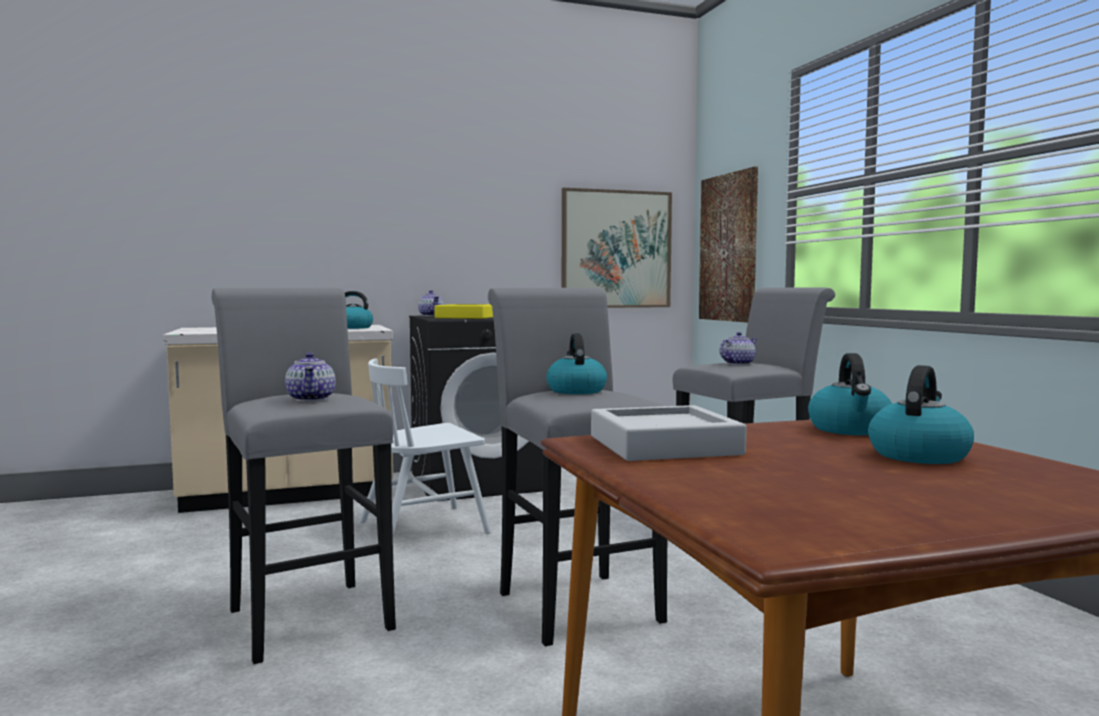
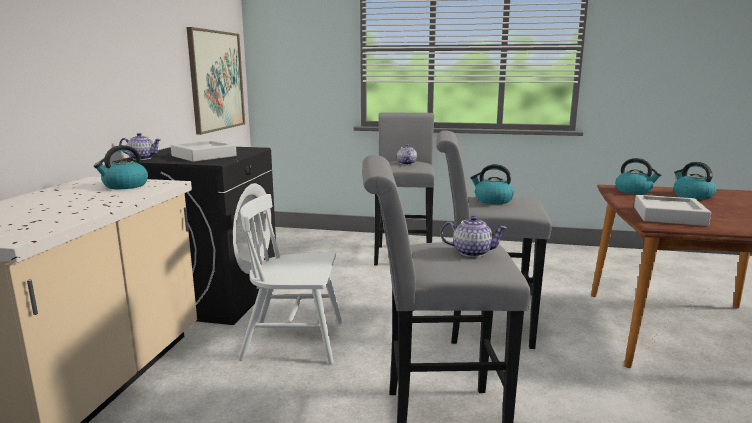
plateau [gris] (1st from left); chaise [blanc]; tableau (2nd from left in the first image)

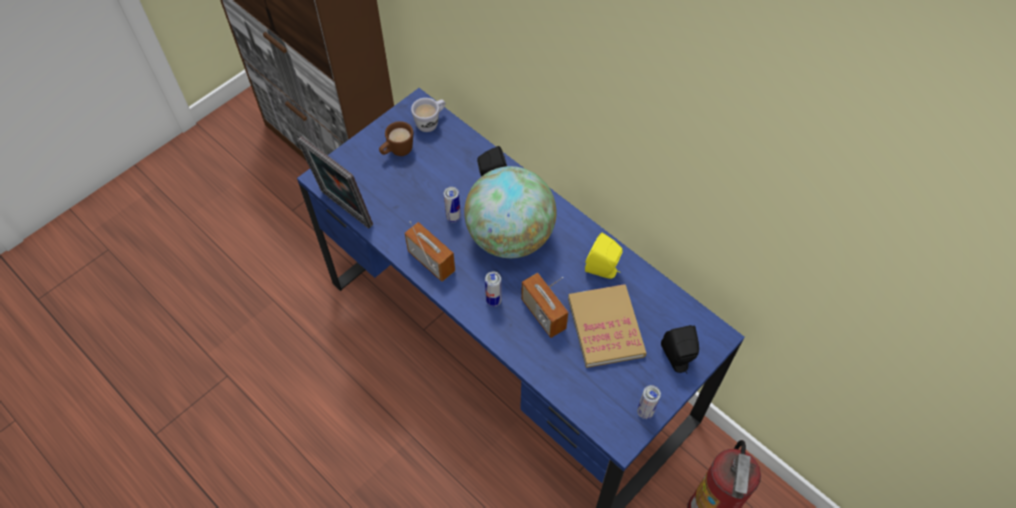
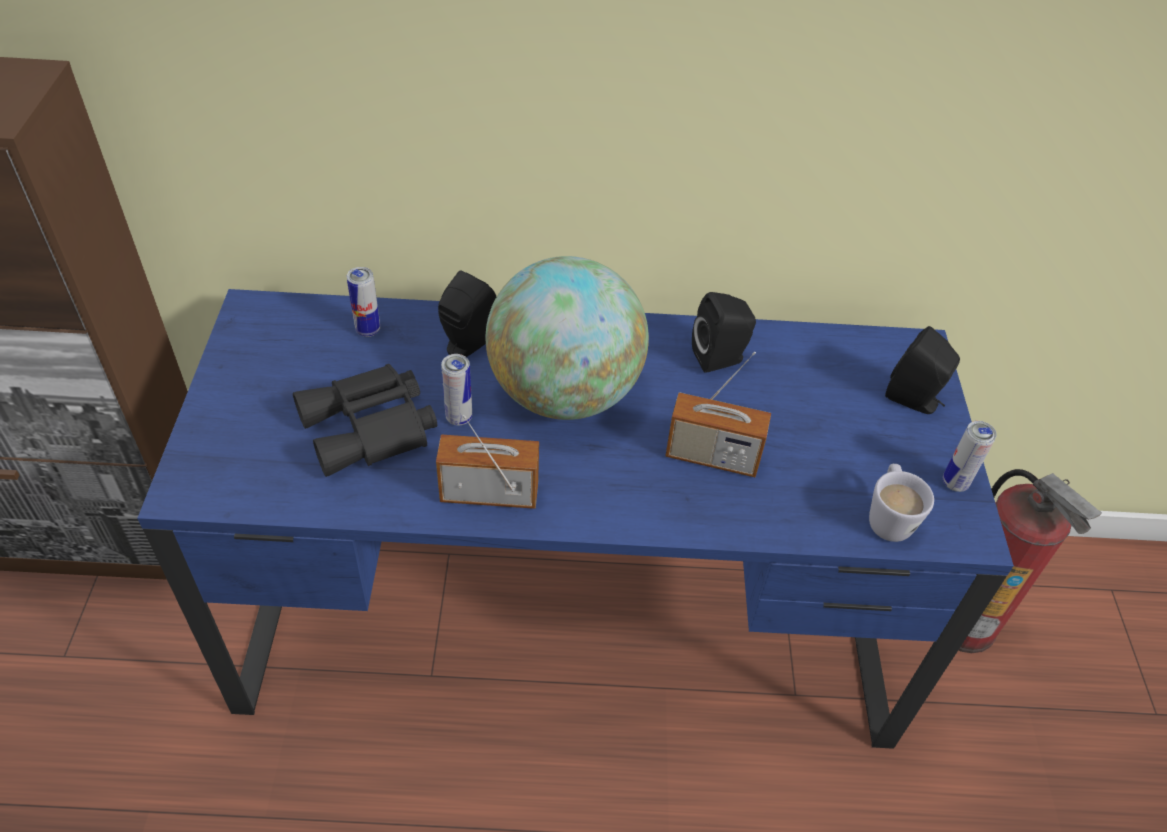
jumelles [noir]; boîte métallique (1st from left); enceinte [noir] (2nd from left); mug [blanc]; cadre photo; mug [marron]; livre

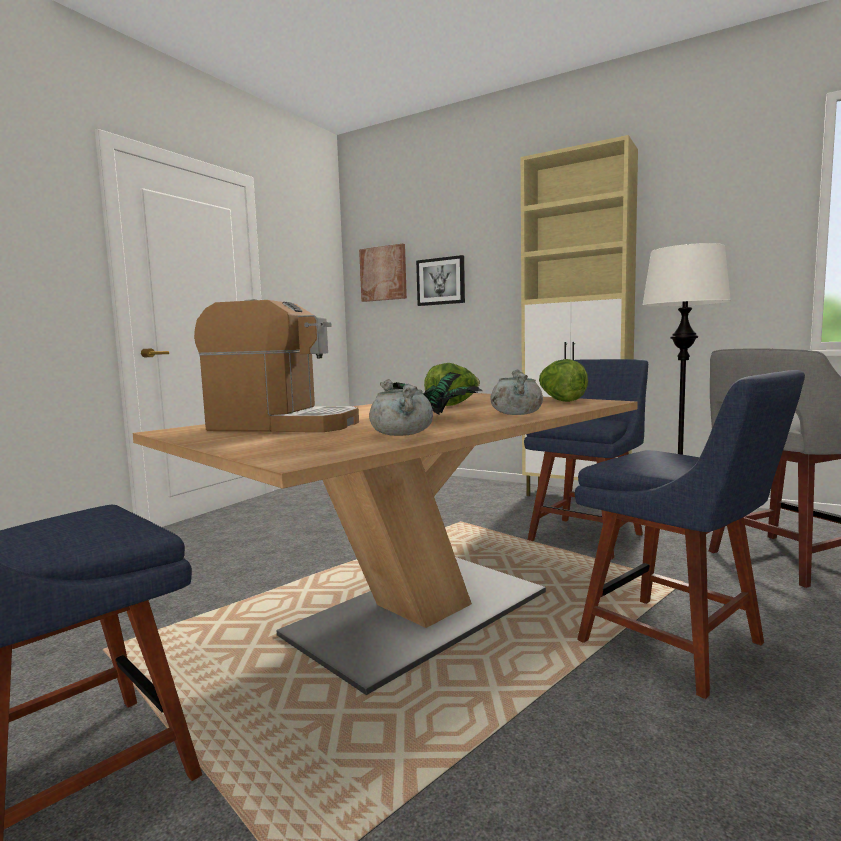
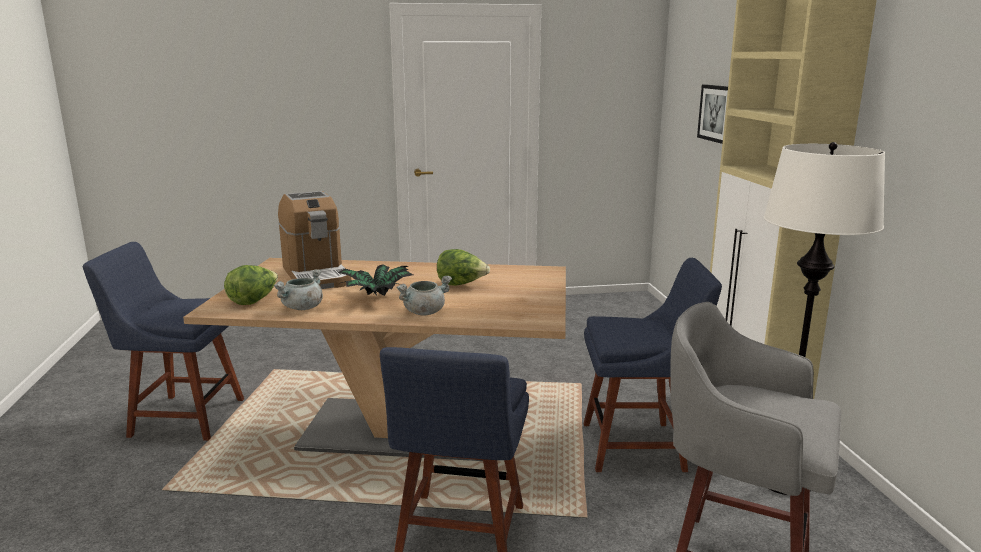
laitue (1st from left); tableau (1st from left in the first image)

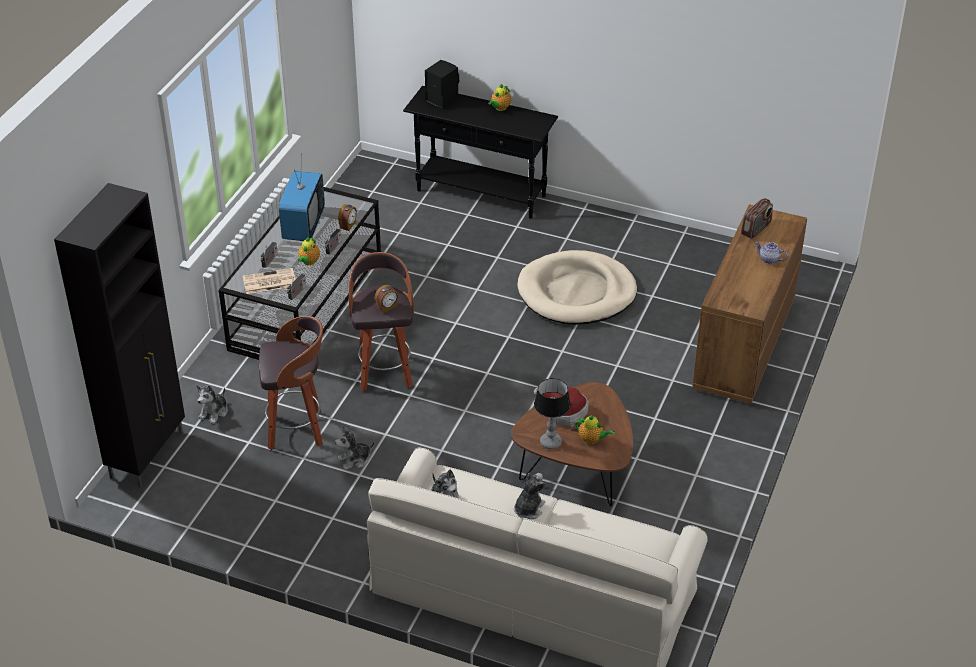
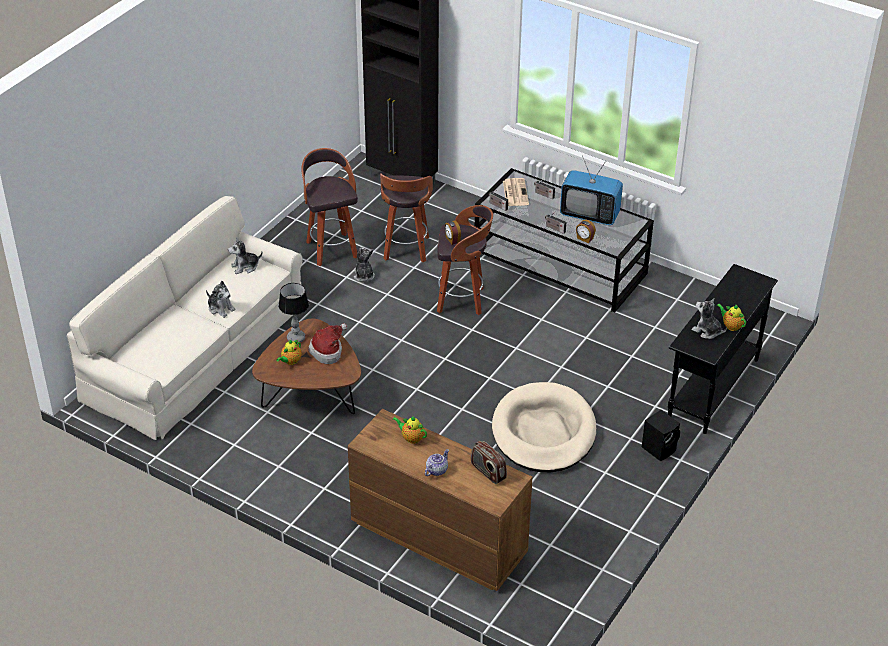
tabouret (1st from left); théière (2nd from left); enceinte [noir]; peluche (4th from left)

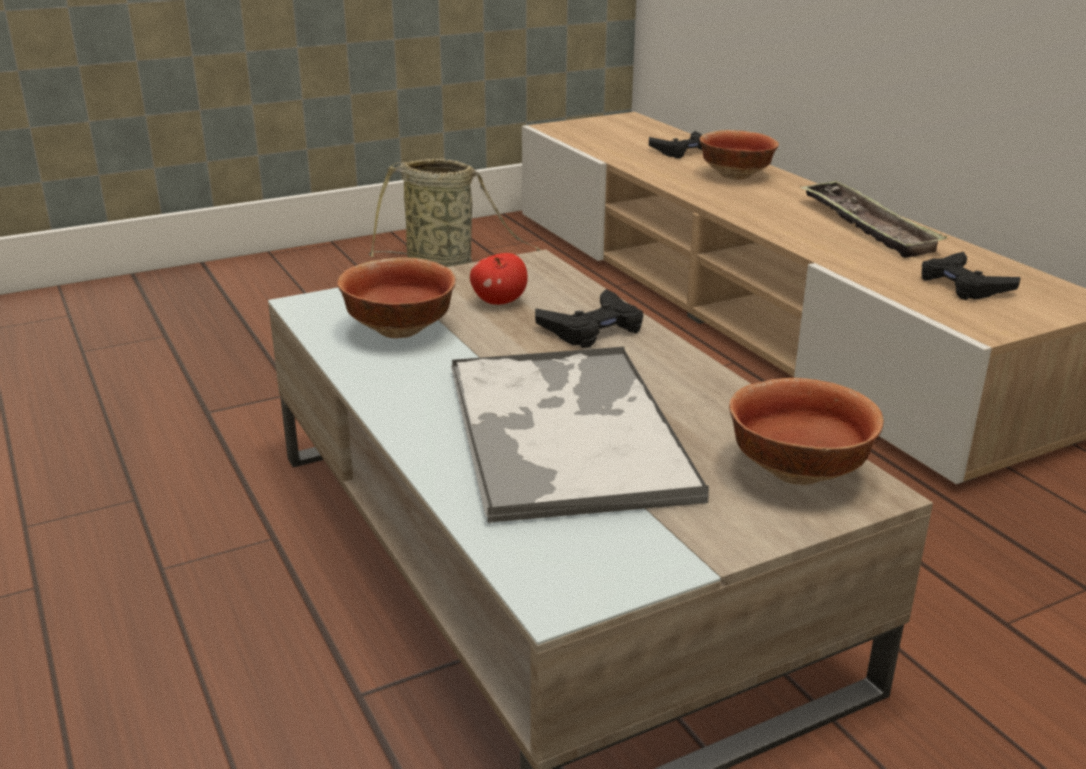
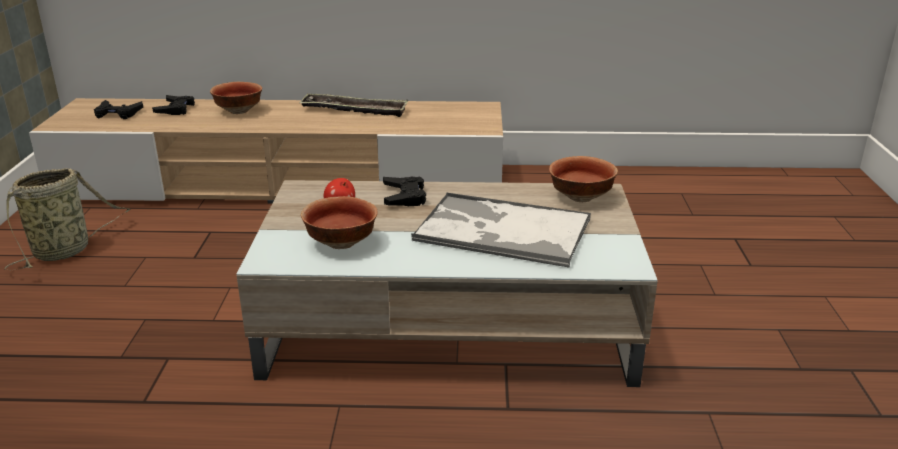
manette [noir] (1st from left)

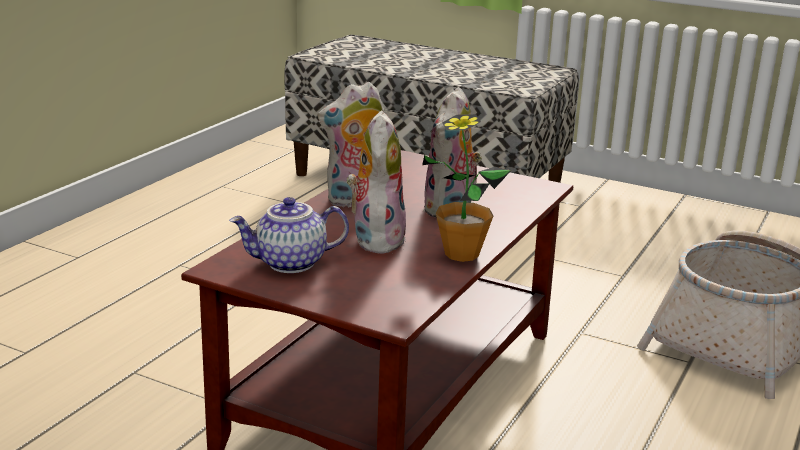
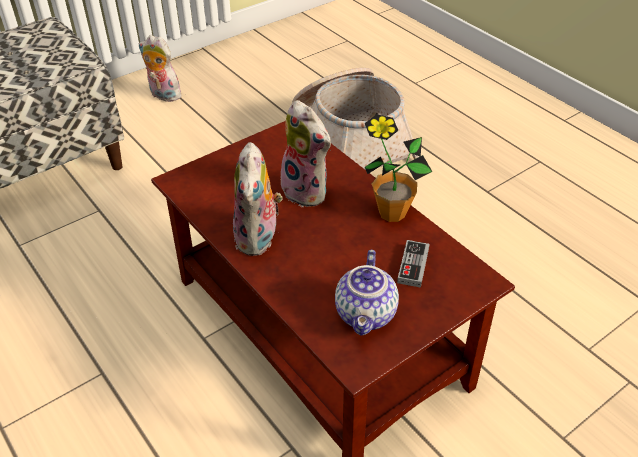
peluche (1st from left); manette

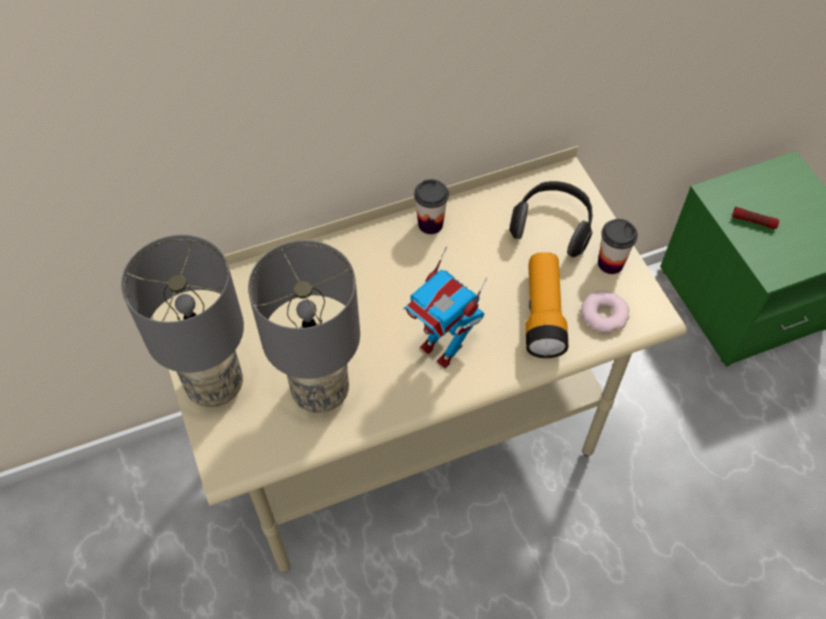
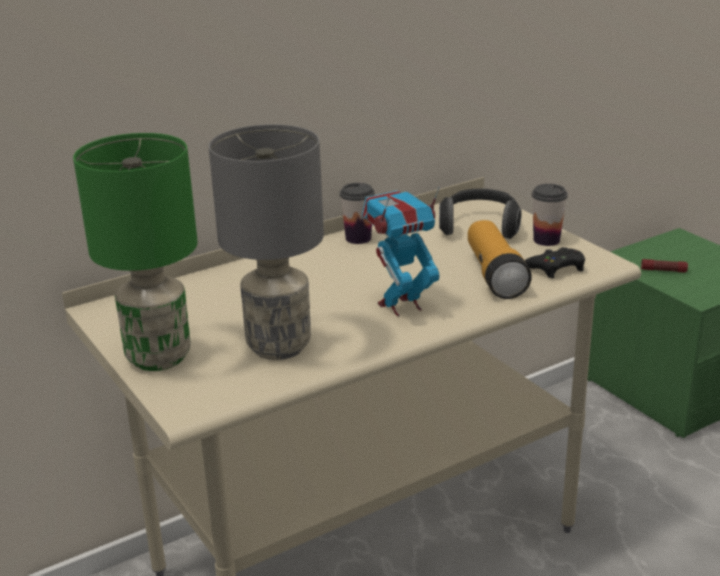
lampe de table [vert]; robot jouet; manette [noir]

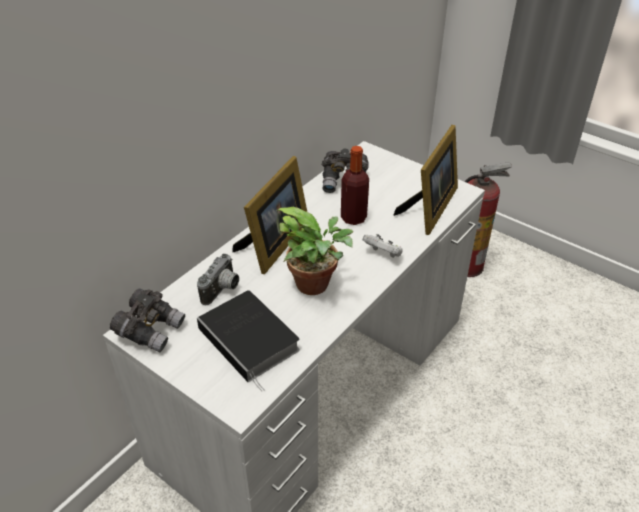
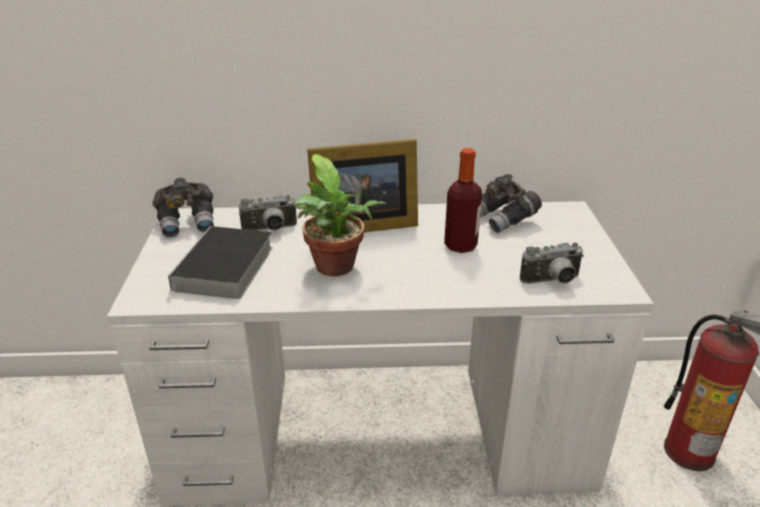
appareil photo (2nd from left); manette [blanc]

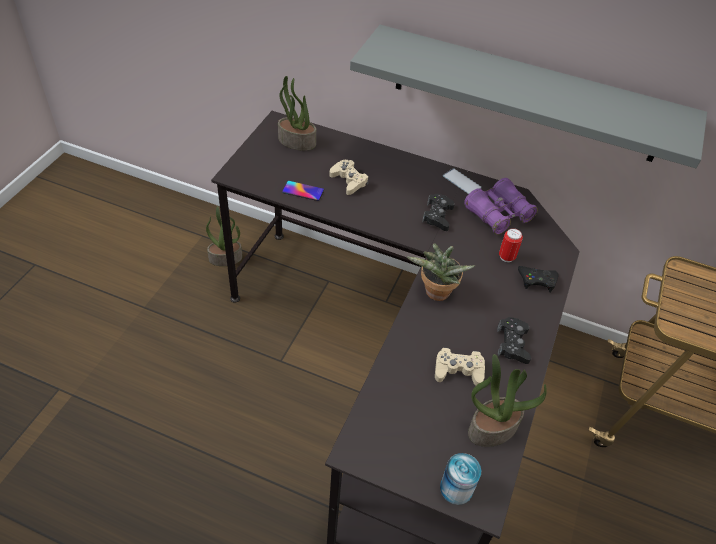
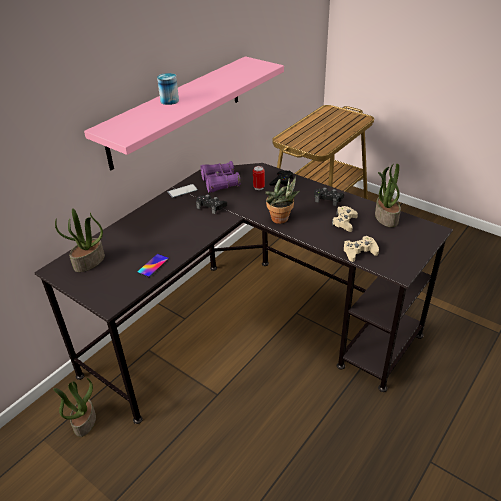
étagère [rose]; boîte métallique (1st from left); manette [beige] (2nd from left)

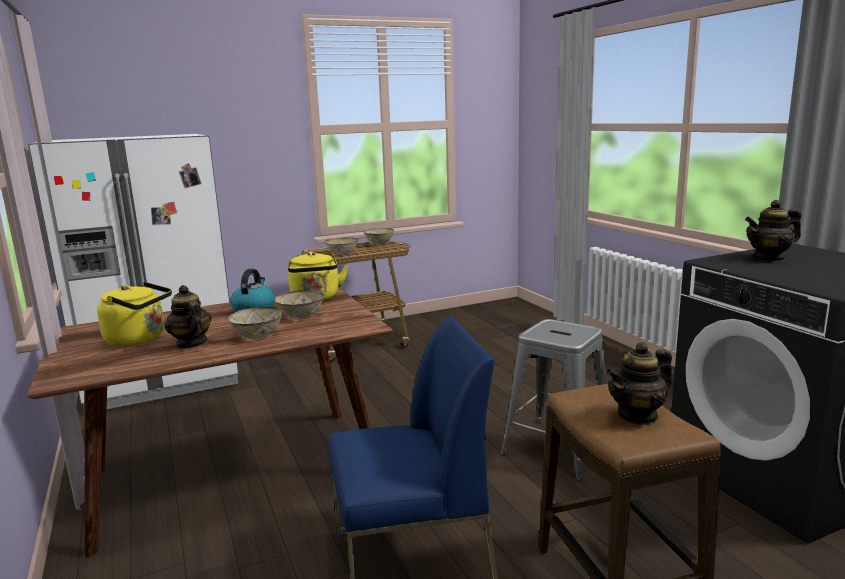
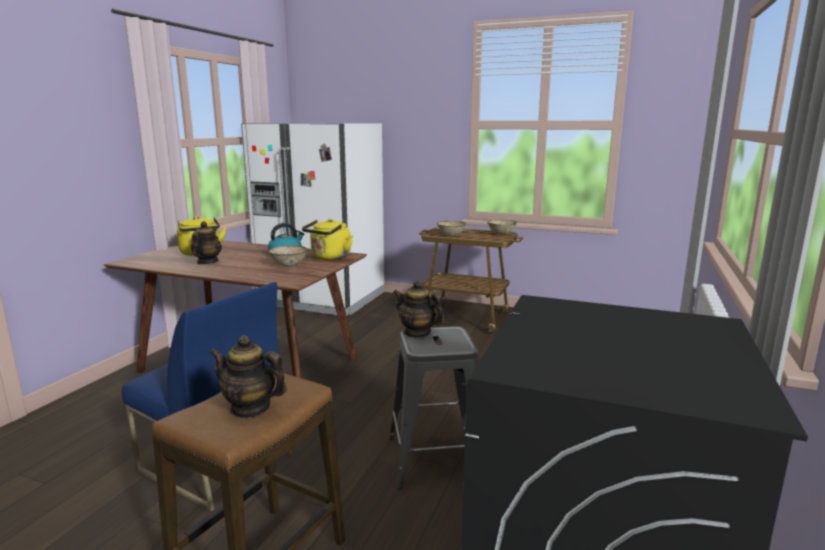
théière (3rd from left); bol (1st from left in the first image)

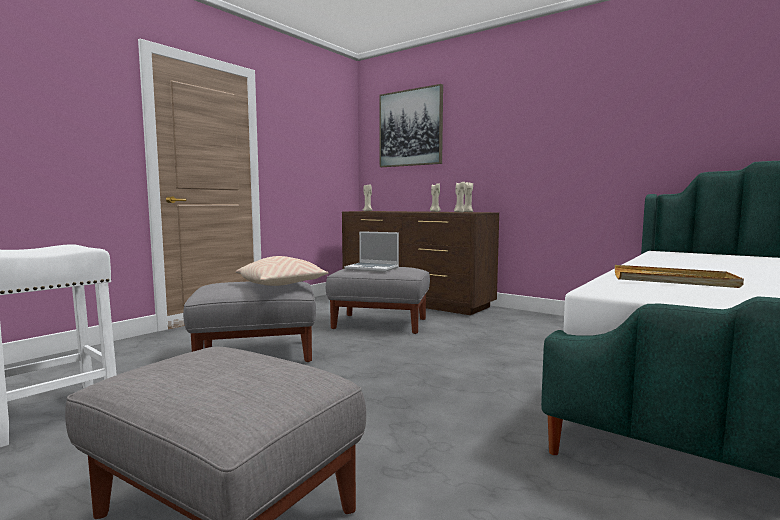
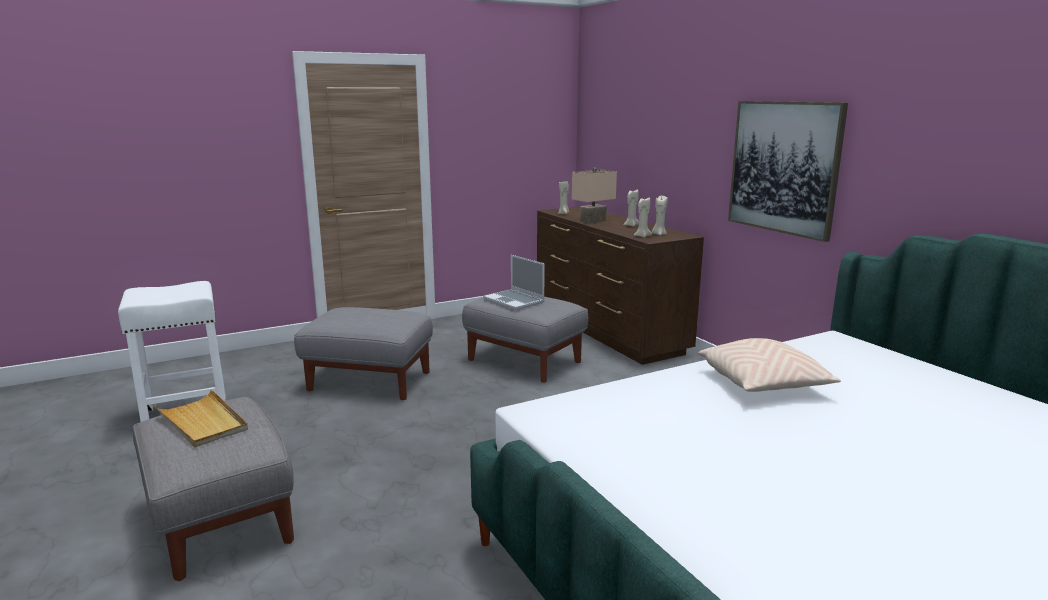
plateau [beige]; lampe de table [beige]; coussin [beige]; tableau

